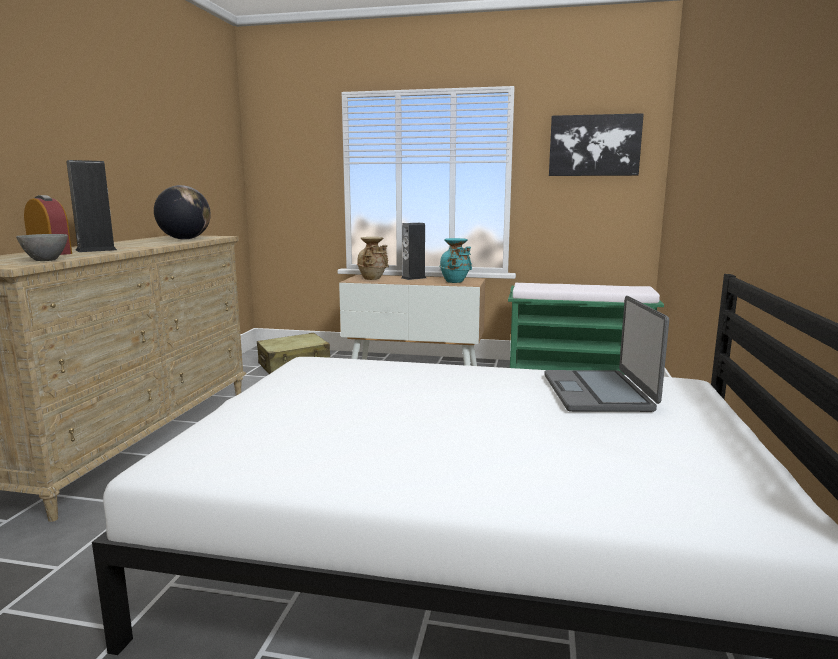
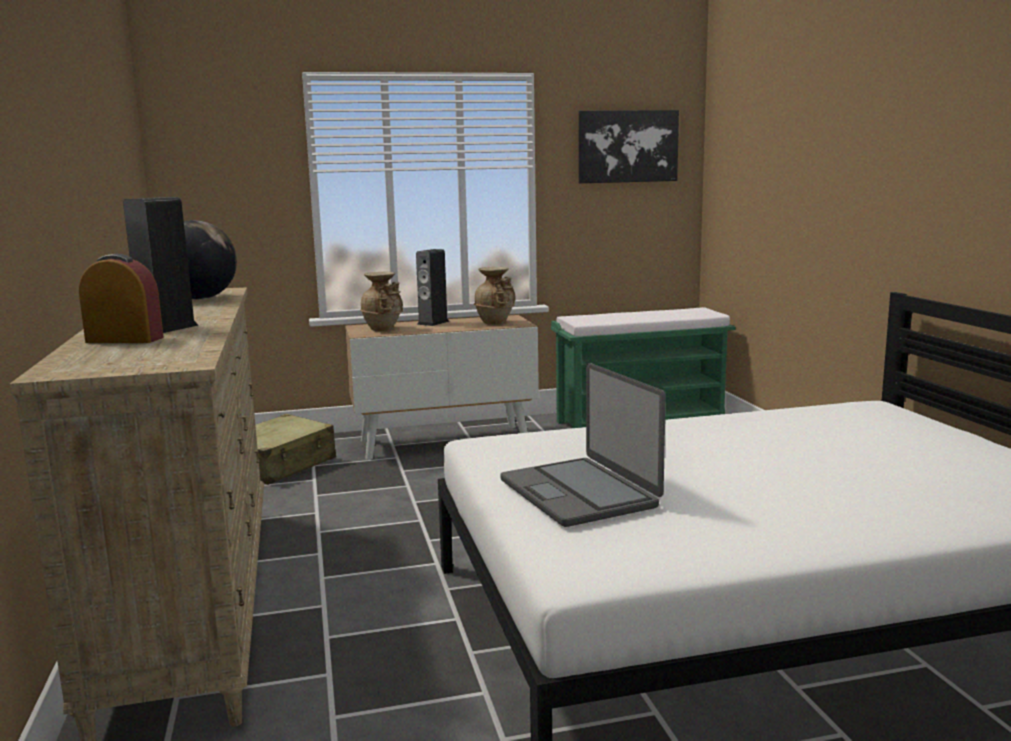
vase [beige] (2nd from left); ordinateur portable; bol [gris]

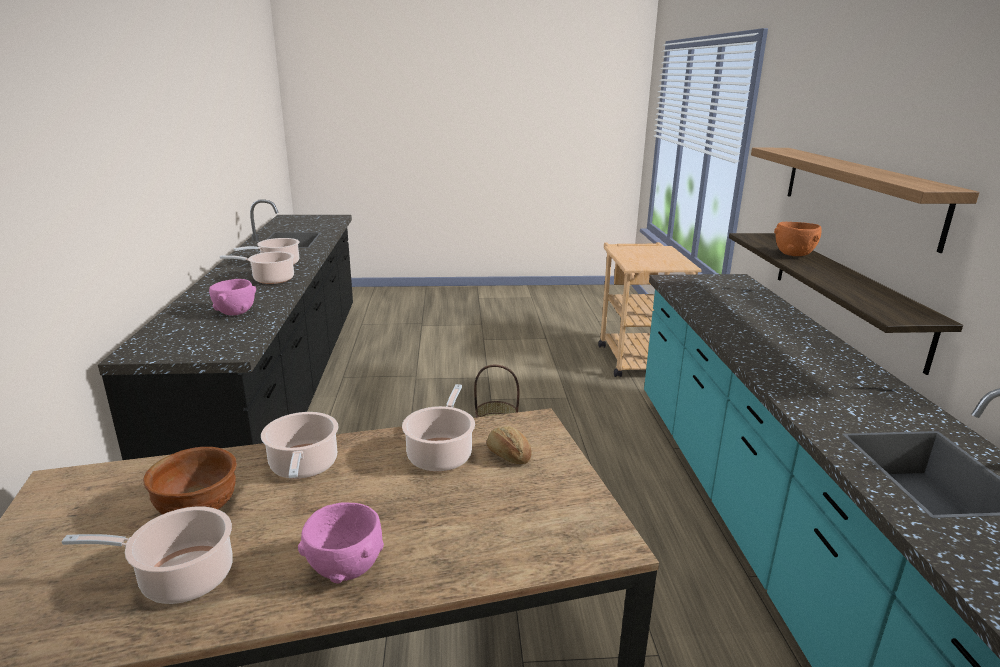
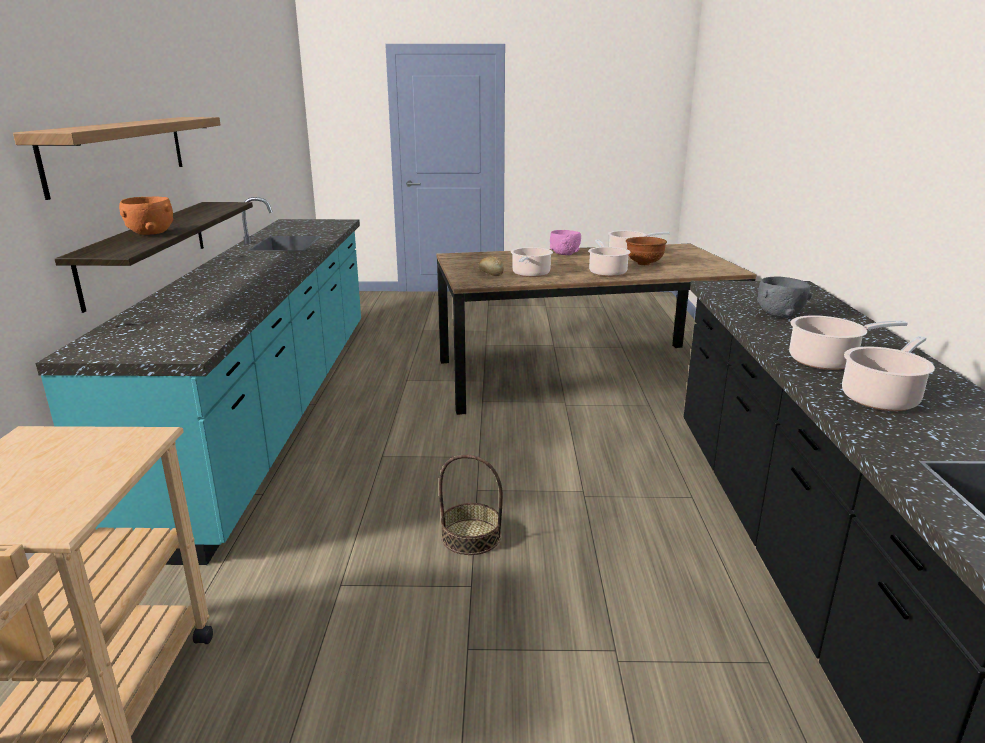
bol [gris]

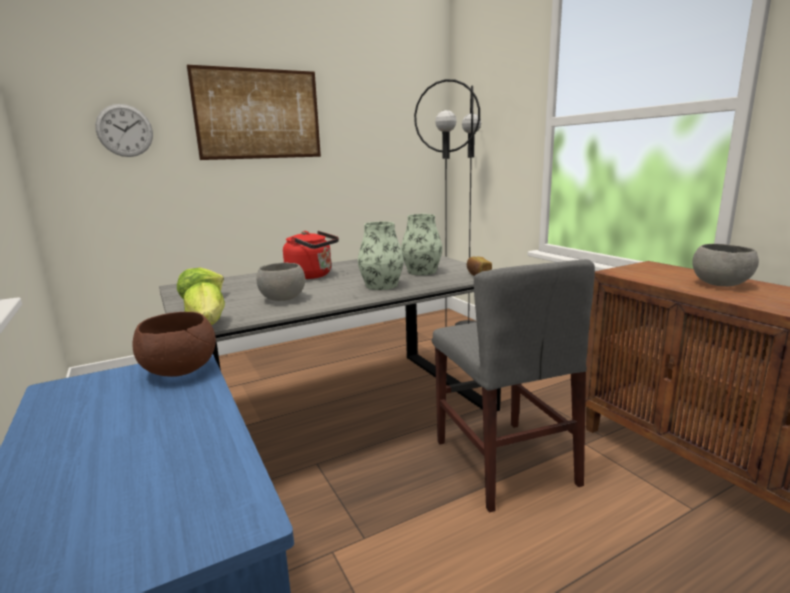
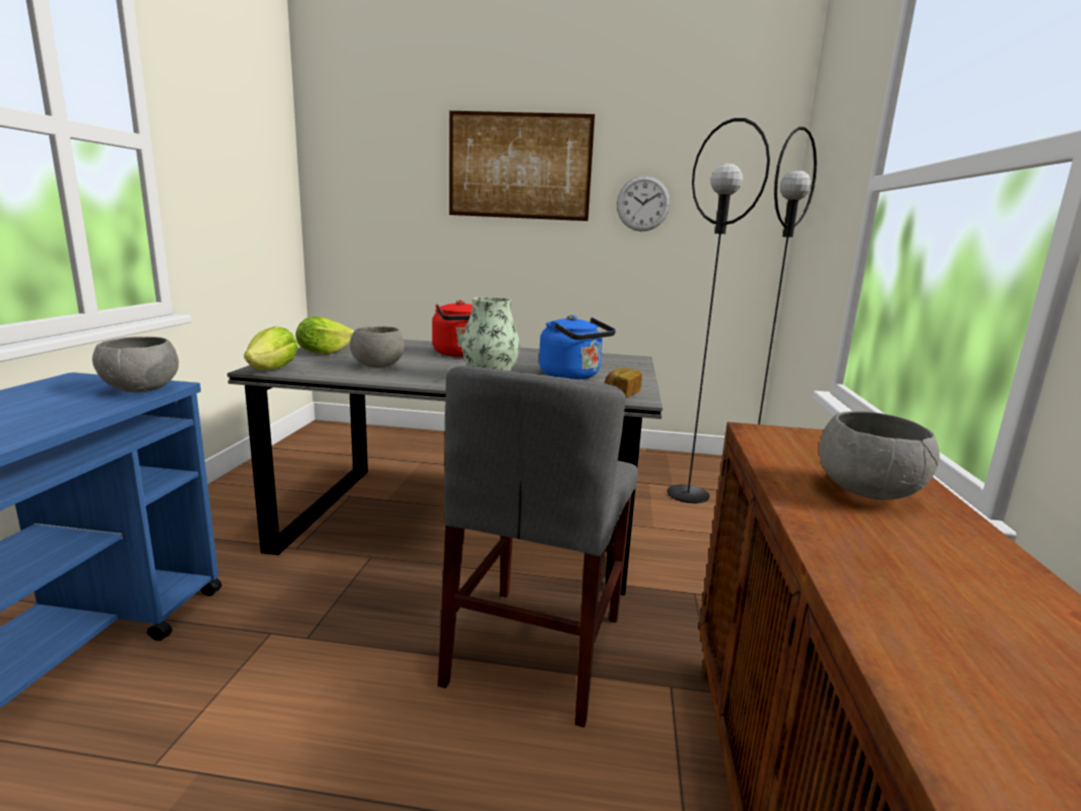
bol [gris] (1st from left); bouilloire [bleu]; horloge murale

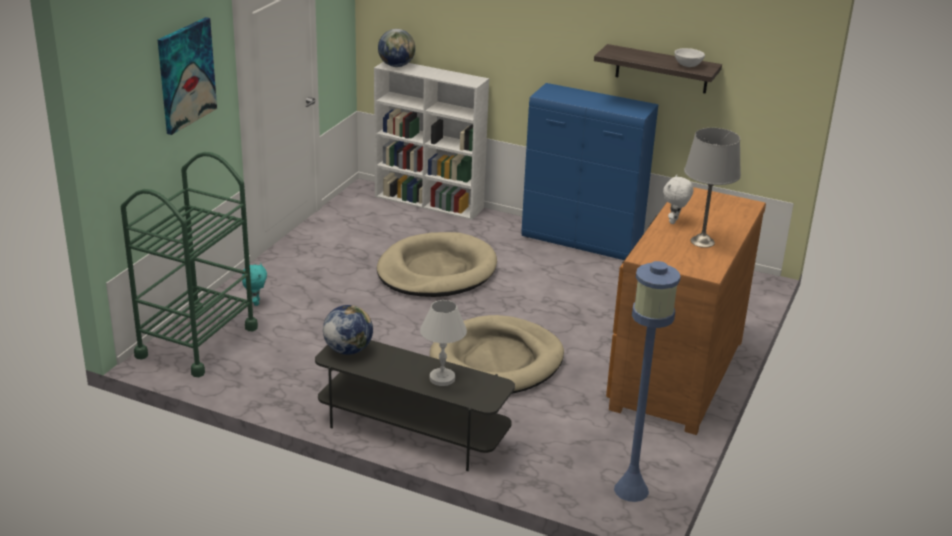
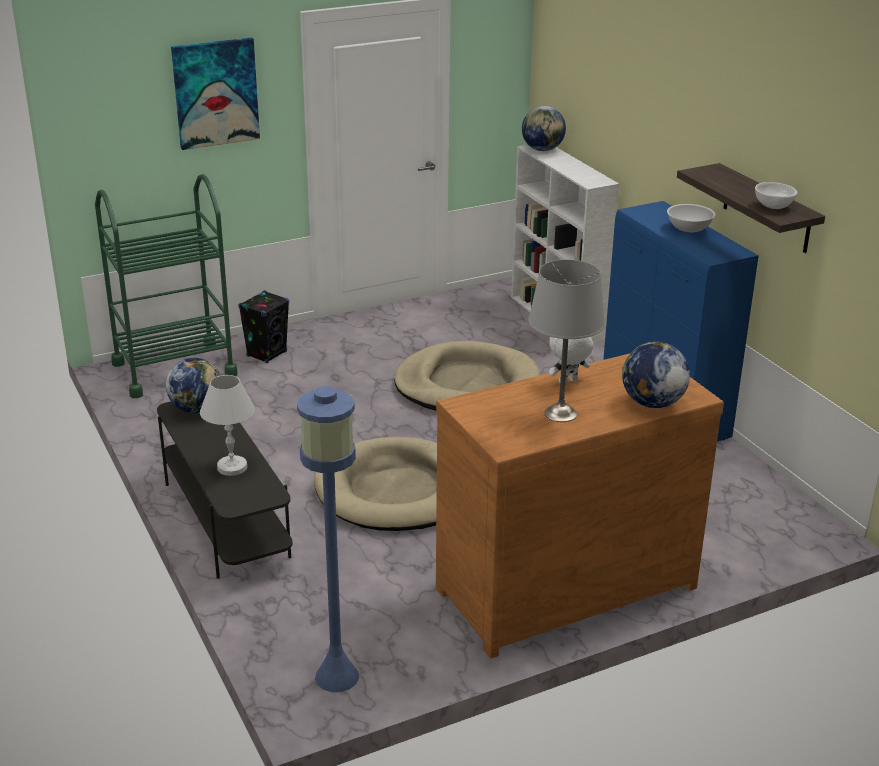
enceinte [noir]; globe (3rd from left); bol [blanc] (1st from left)

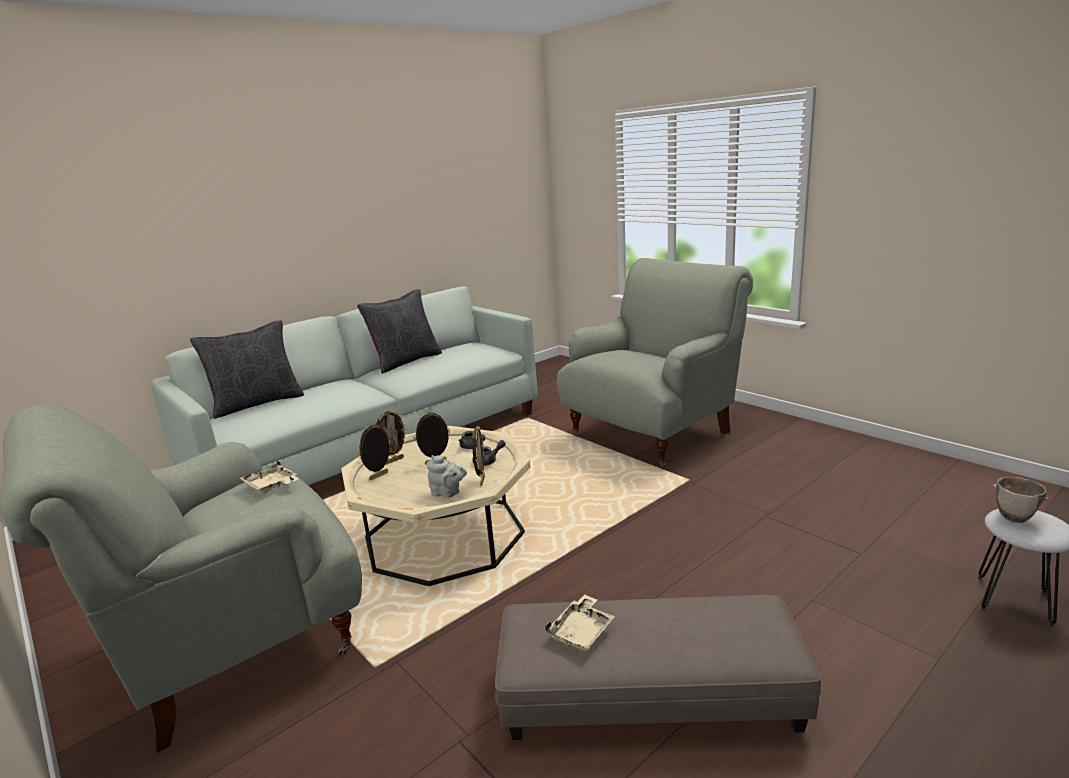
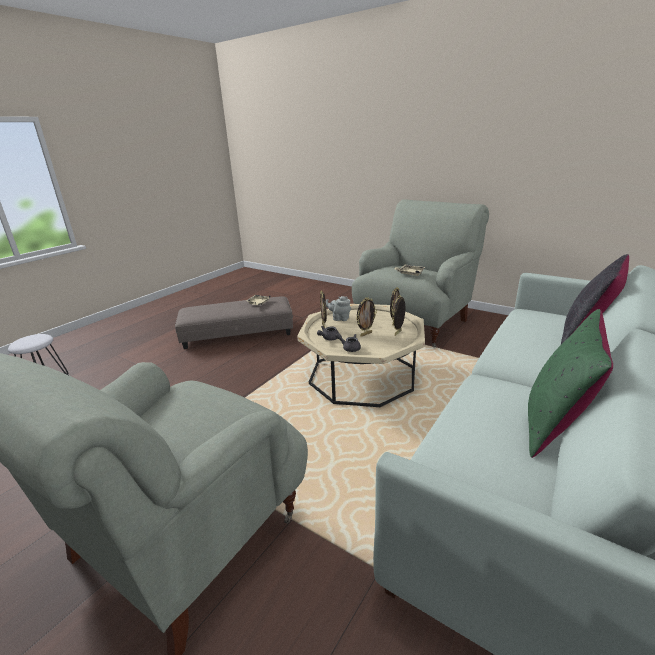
coussin [vert]; bol

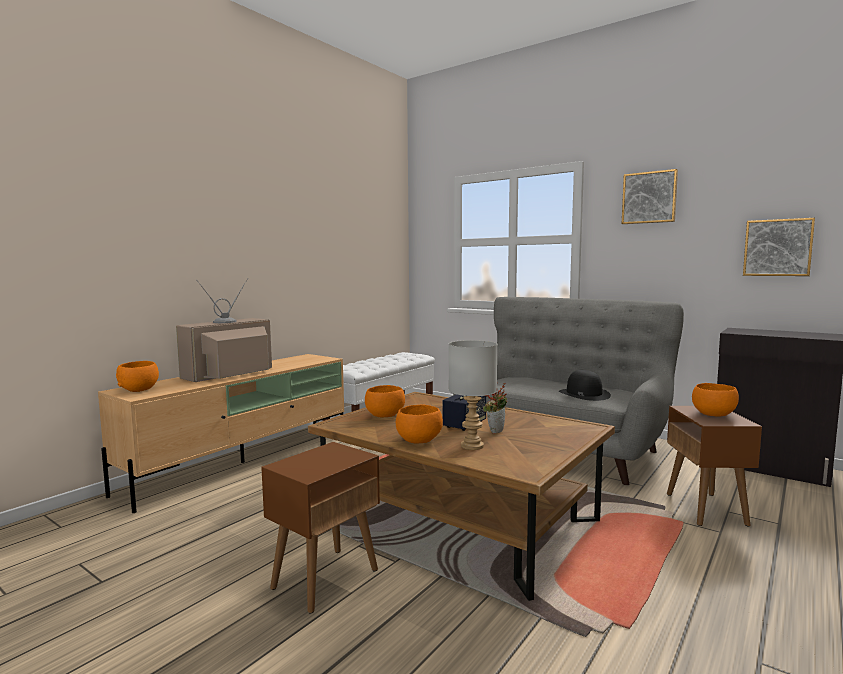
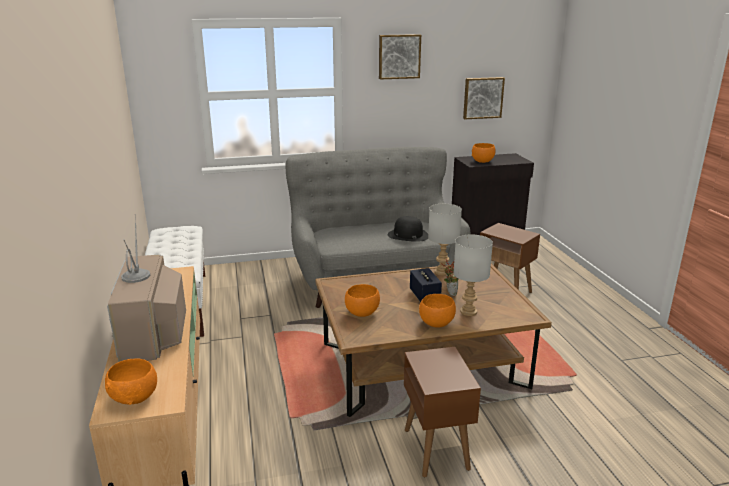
lampe de table [gris] (1st from left); bol [orange] (4th from left)

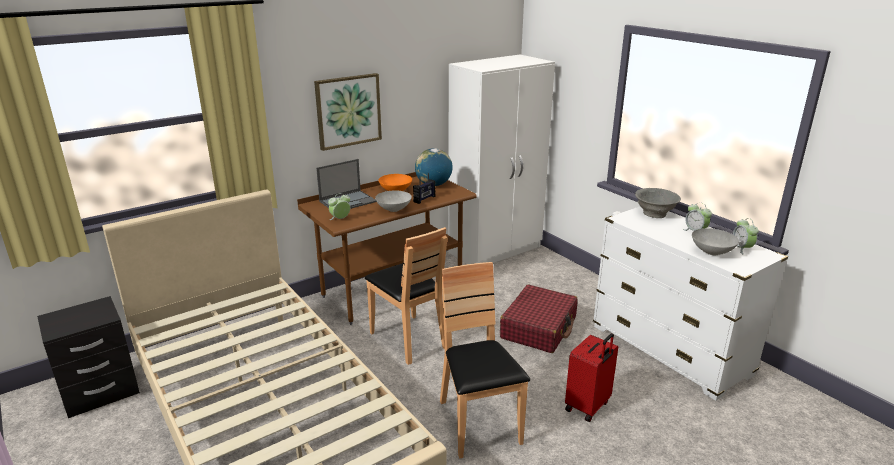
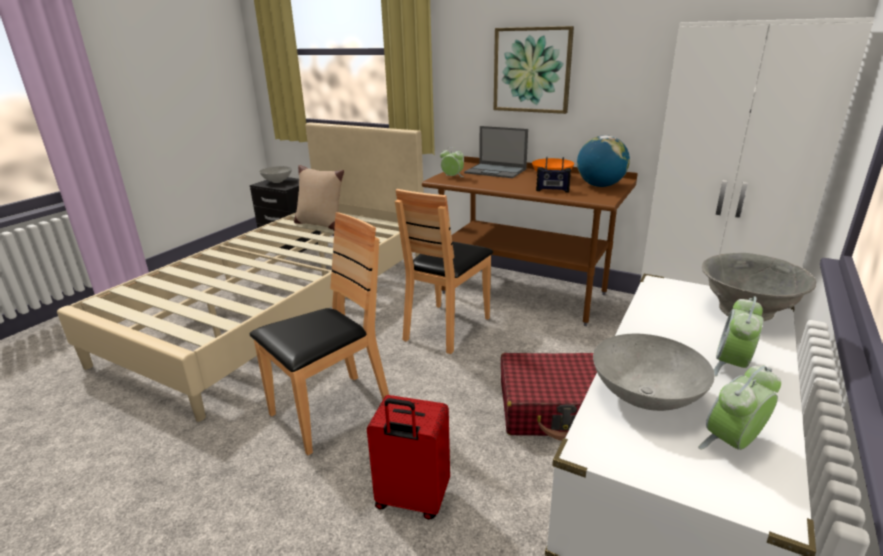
bol [gris] (1st from left); coussin [beige]

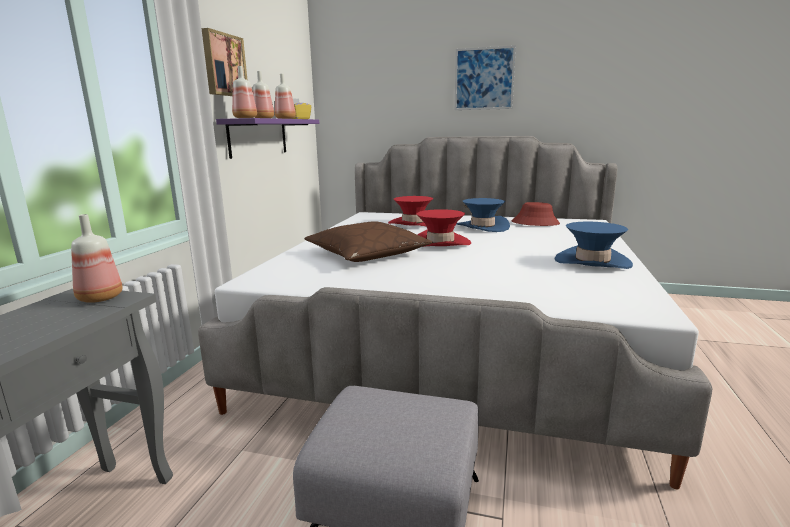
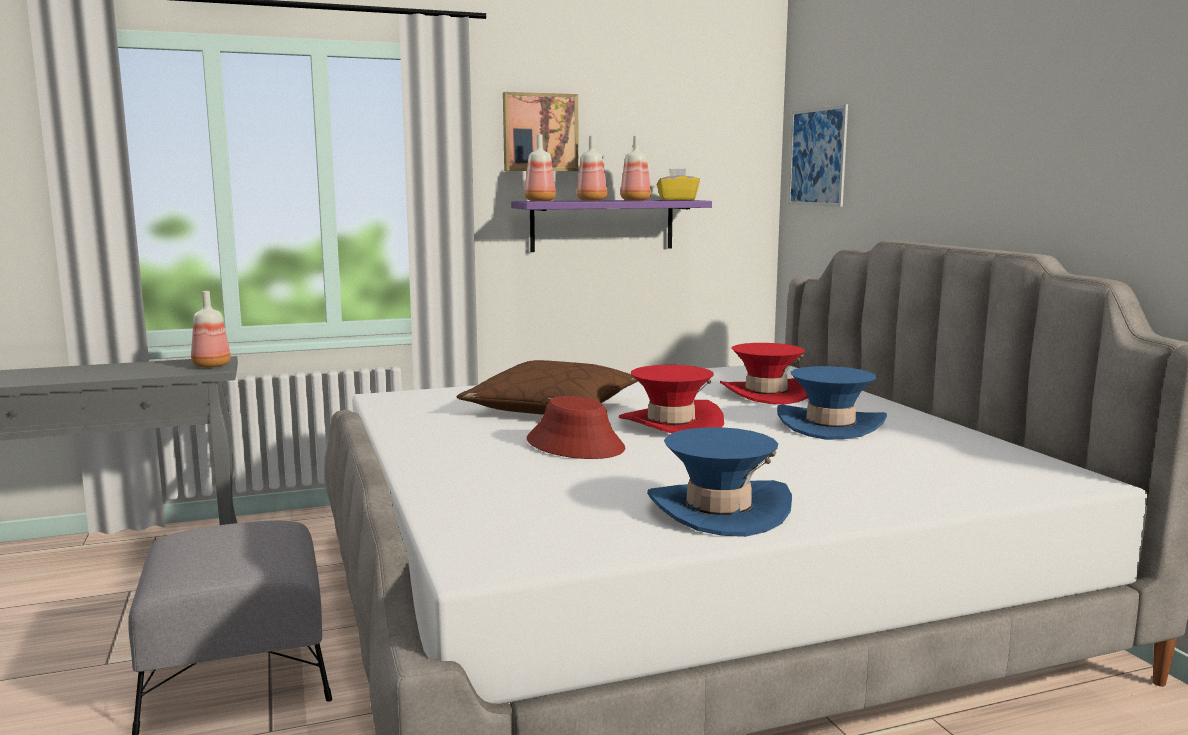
chapeau [rouge] (1st from left); tableau (2nd from left)

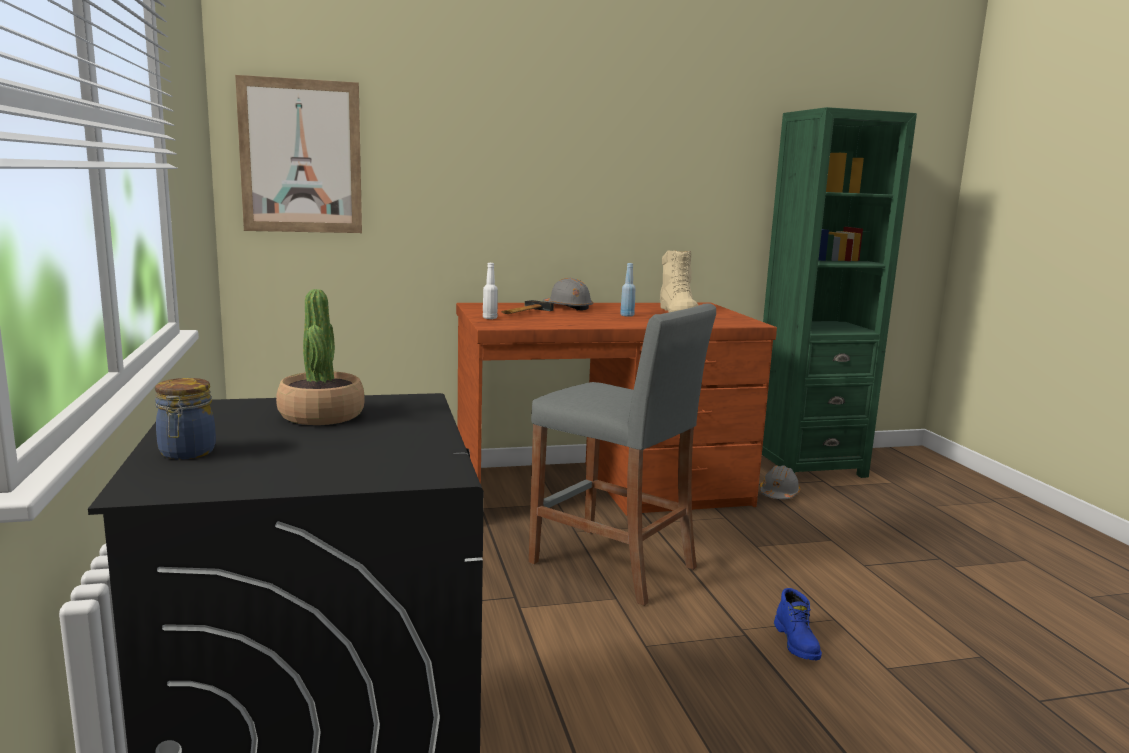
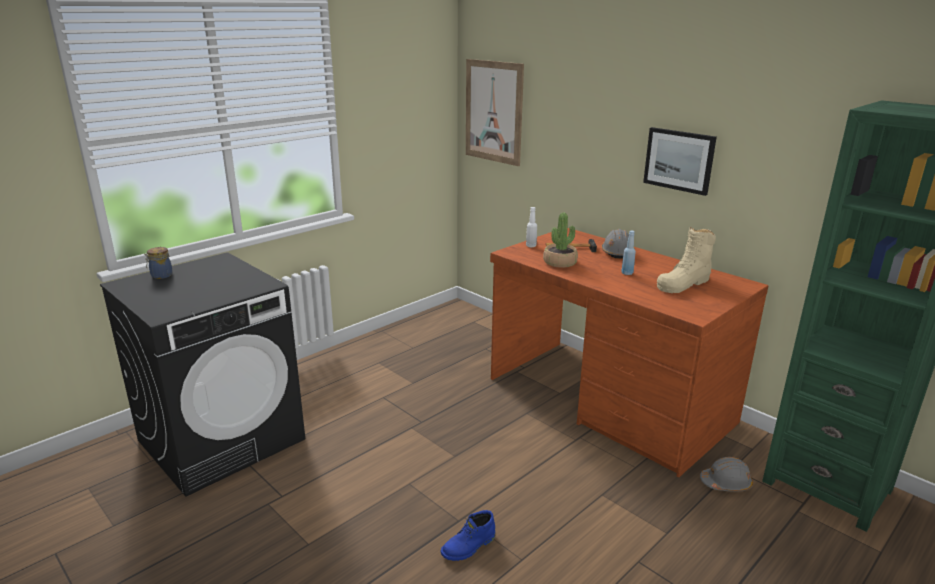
plante en pot; tableau (2nd from left); tabouret [gris]

